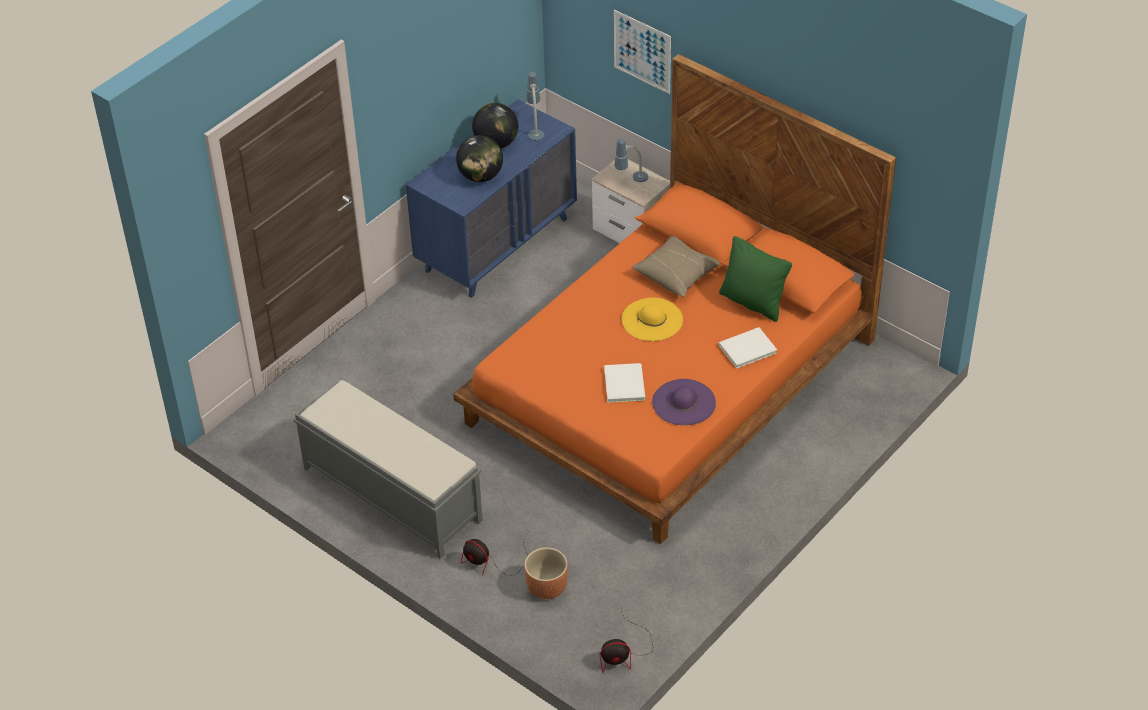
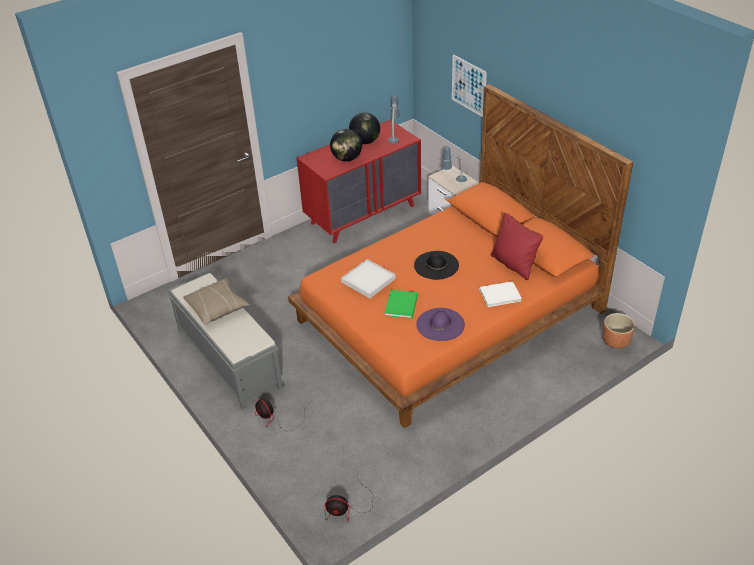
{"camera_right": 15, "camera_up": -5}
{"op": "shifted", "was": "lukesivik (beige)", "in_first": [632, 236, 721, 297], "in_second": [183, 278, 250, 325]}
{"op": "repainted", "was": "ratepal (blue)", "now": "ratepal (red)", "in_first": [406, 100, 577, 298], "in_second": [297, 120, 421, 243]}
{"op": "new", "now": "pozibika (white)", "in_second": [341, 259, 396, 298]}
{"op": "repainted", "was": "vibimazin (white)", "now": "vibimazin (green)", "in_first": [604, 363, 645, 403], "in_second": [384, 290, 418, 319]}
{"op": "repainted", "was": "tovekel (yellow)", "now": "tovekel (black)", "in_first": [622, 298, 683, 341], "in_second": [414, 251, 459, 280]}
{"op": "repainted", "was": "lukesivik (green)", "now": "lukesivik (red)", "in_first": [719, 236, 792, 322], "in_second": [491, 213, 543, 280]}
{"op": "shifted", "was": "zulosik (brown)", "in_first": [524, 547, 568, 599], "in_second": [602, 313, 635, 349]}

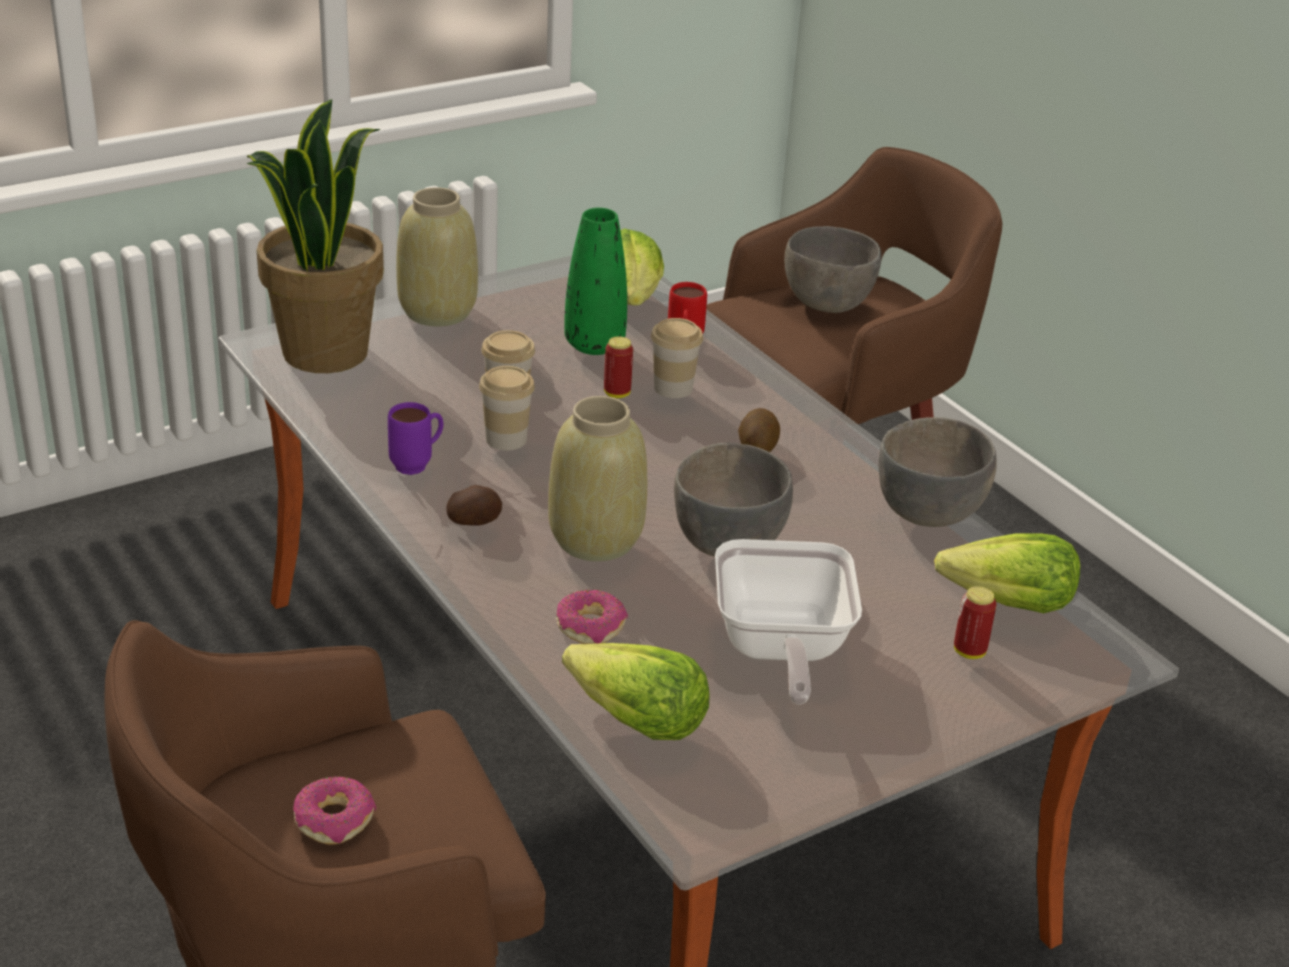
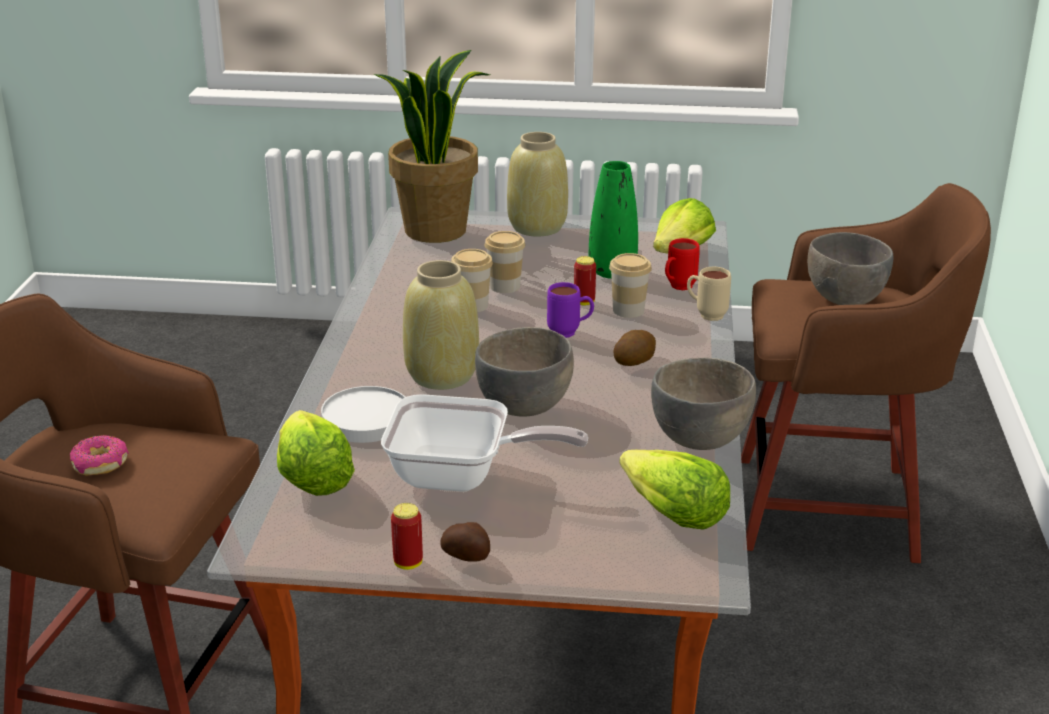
{"camera_right": 40, "camera_up": -5}
{"op": "swapped", "was": "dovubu", "now": "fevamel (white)", "in_first": [556, 589, 628, 644], "in_second": [321, 386, 405, 443]}
{"op": "rotated", "was": "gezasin", "in_first": [715, 539, 862, 705], "in_second": [381, 394, 588, 492], "clockwise": -120}
{"op": "shifted", "was": "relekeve", "in_first": [954, 586, 996, 659], "in_second": [391, 503, 423, 570]}
{"op": "shifted", "was": "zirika", "in_first": [447, 485, 502, 526], "in_second": [440, 522, 490, 562]}
{"op": "shifted", "was": "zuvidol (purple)", "in_first": [388, 402, 444, 475], "in_second": [547, 282, 594, 338]}
{"op": "new", "now": "zuvidol (beige)", "in_second": [687, 267, 731, 321]}

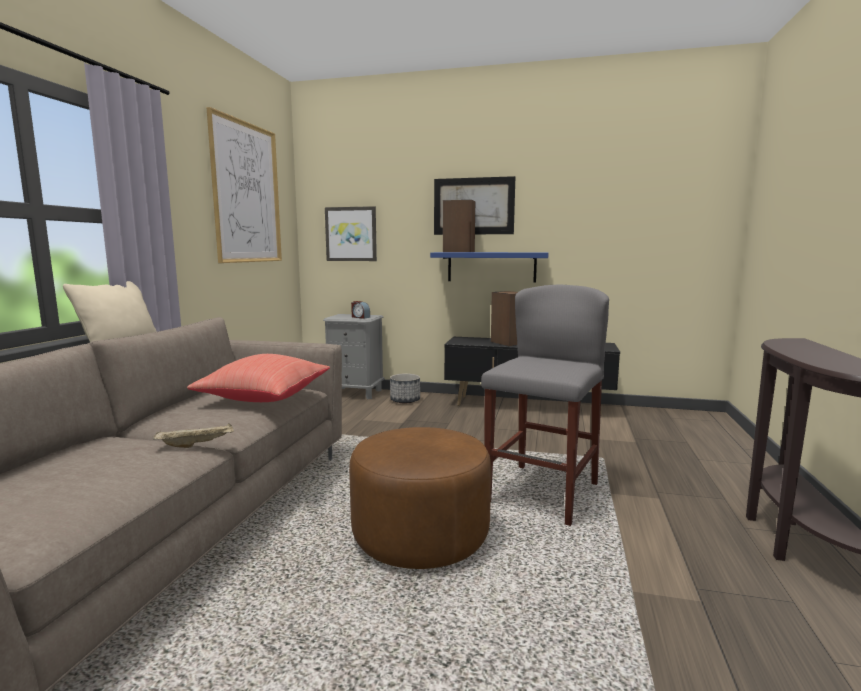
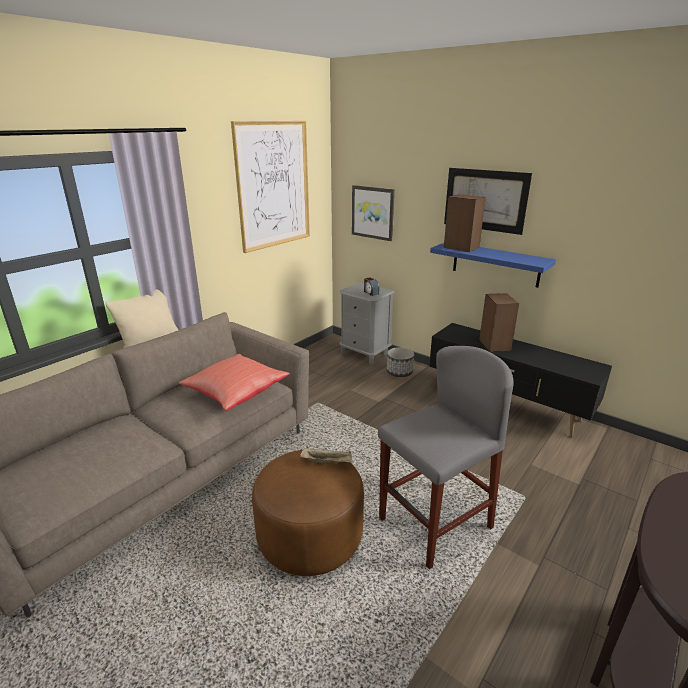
{"camera_right": 25, "camera_up": 15}
{"op": "shifted", "was": "pozibika (beige)", "in_first": [153, 423, 234, 448], "in_second": [300, 448, 352, 465]}

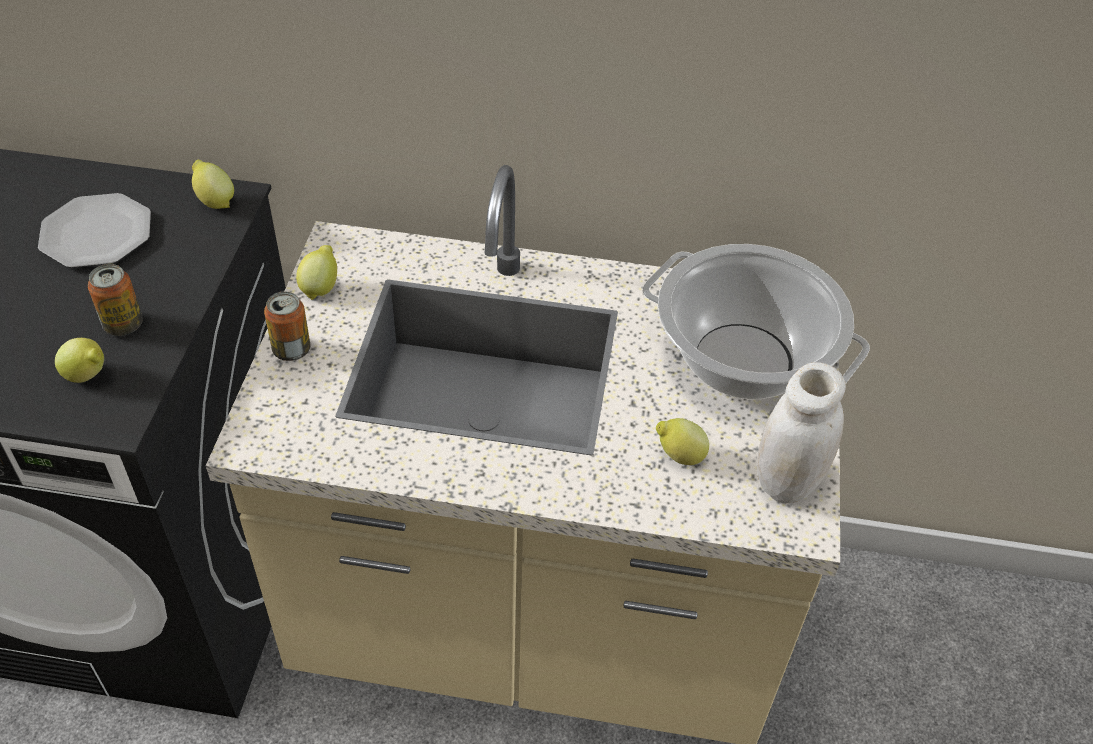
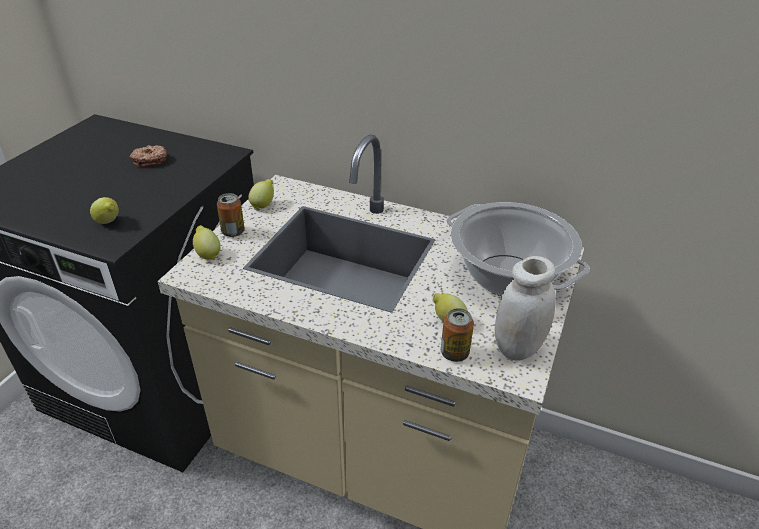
{"camera_right": 15, "camera_up": -10}
{"op": "swapped", "was": "fevamel", "now": "dovubu", "in_first": [38, 193, 151, 268], "in_second": [130, 145, 167, 167]}
{"op": "shifted", "was": "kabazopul", "in_first": [192, 160, 234, 209], "in_second": [193, 225, 221, 260]}
{"op": "shifted", "was": "relekeve", "in_first": [88, 264, 143, 336], "in_second": [441, 308, 474, 362]}

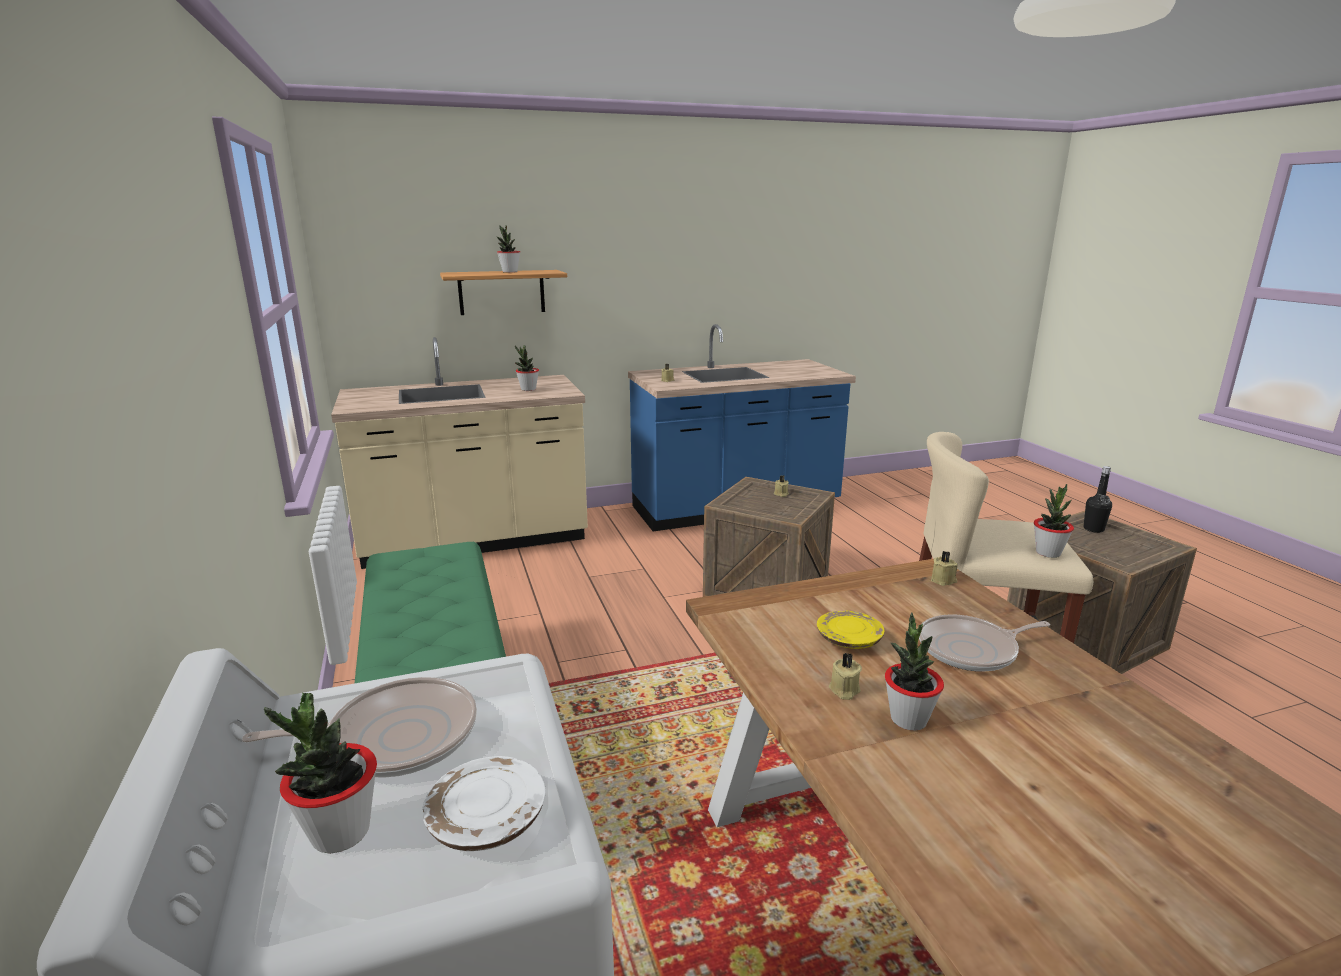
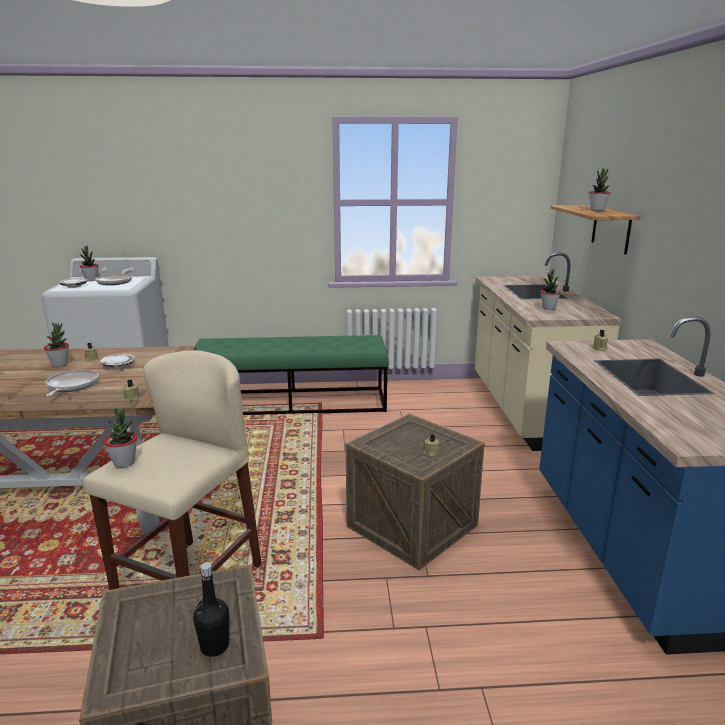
{"camera_right": 105, "camera_up": 0}
{"op": "repainted", "was": "fevamel (yellow)", "now": "fevamel (white)", "in_first": [817, 611, 885, 649], "in_second": [100, 354, 135, 369]}

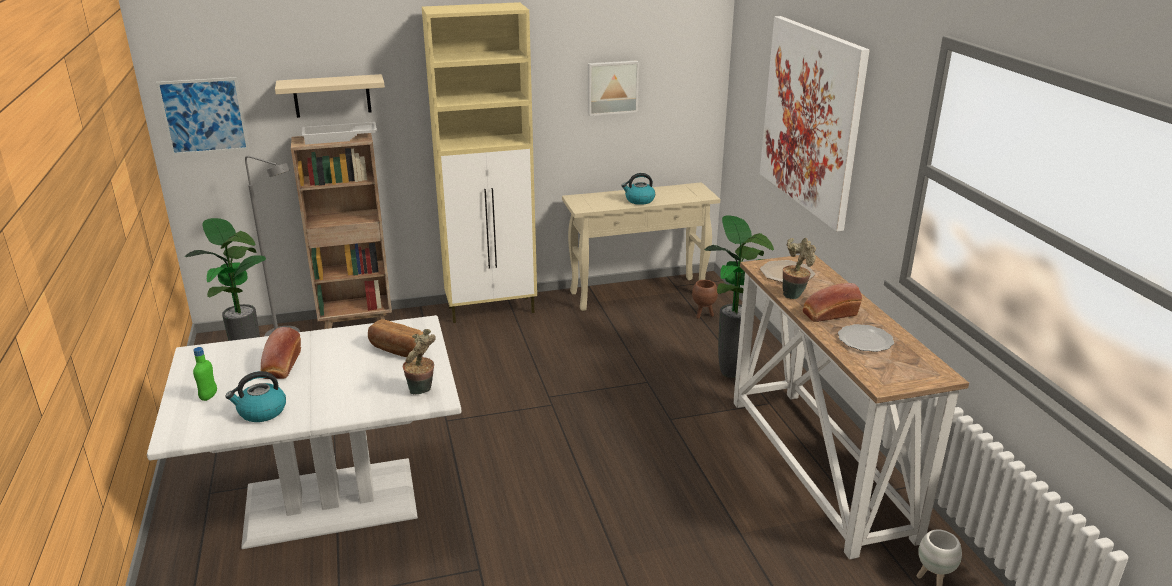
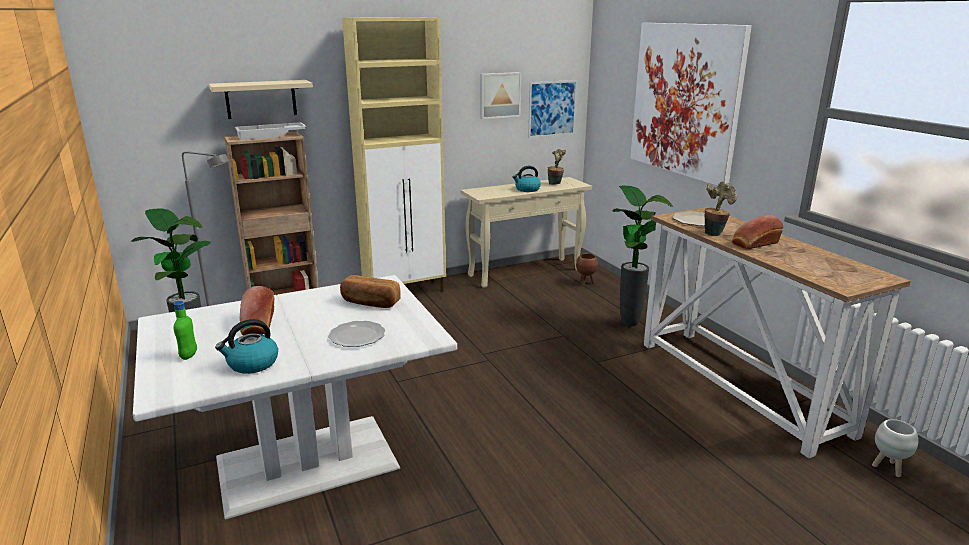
{"camera_right": -10, "camera_up": -5}
{"op": "shifted", "was": "fevamel", "in_first": [838, 324, 894, 352], "in_second": [328, 321, 385, 347]}
{"op": "shifted", "was": "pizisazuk", "in_first": [156, 77, 249, 156], "in_second": [528, 80, 577, 138]}
{"op": "shifted", "was": "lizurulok", "in_first": [403, 329, 436, 394], "in_second": [548, 149, 566, 185]}

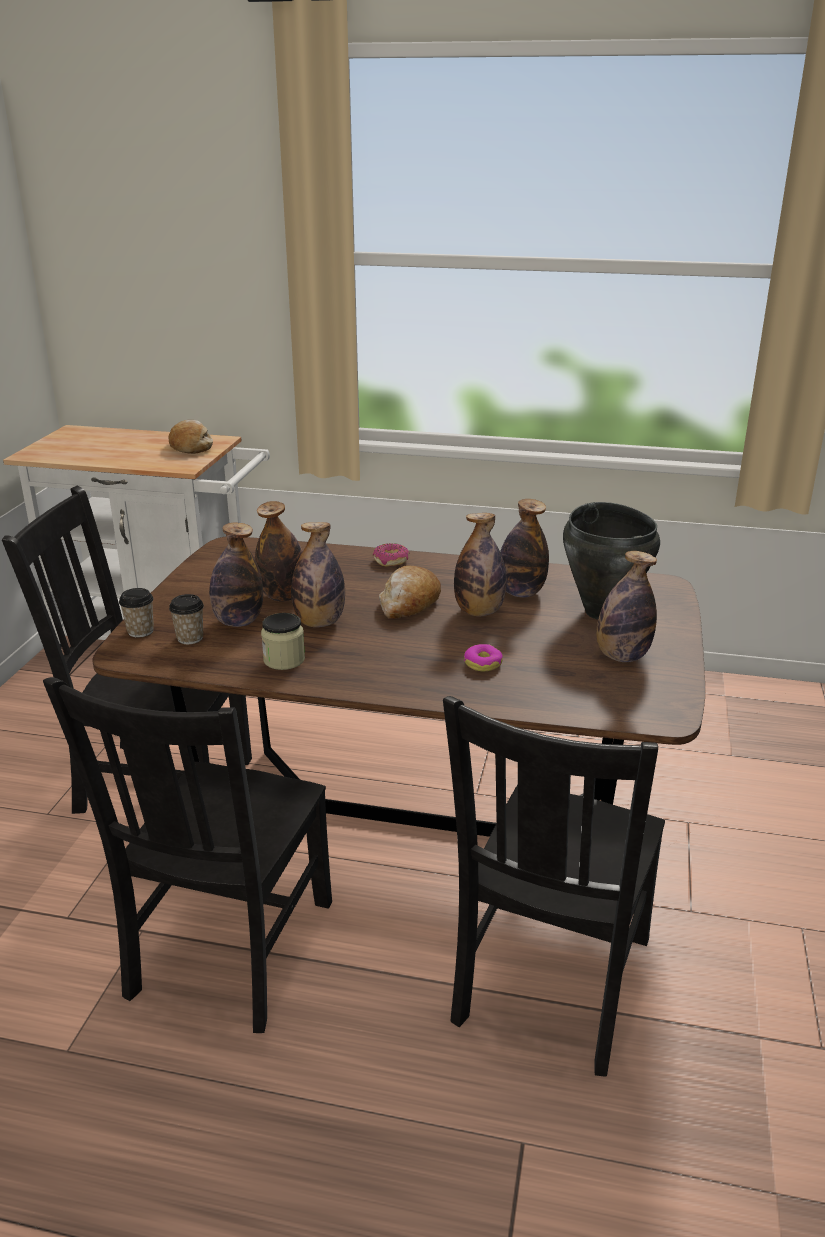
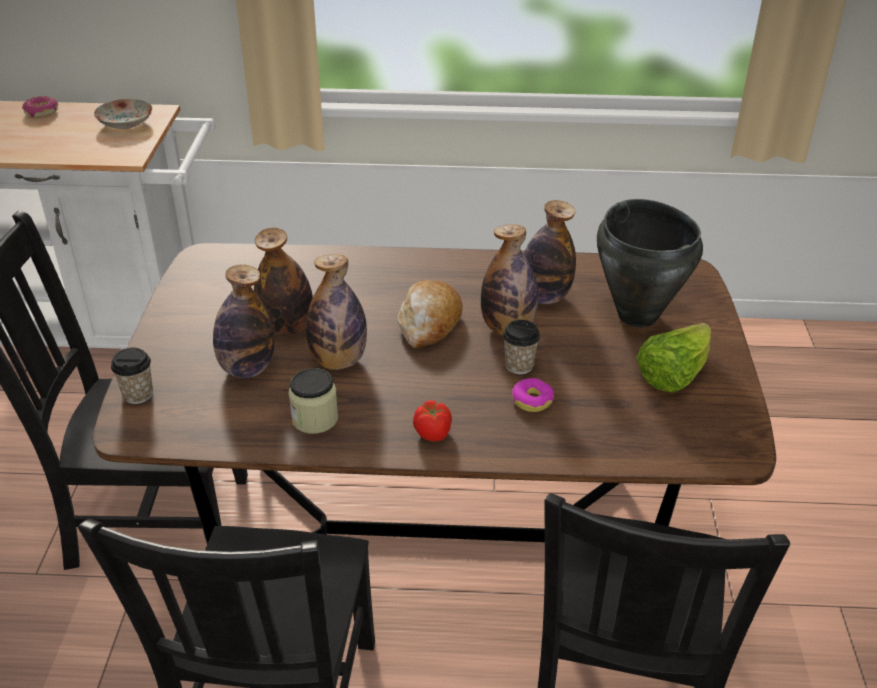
{"camera_right": -10, "camera_up": 10}
{"op": "shifted", "was": "dovubu", "in_first": [373, 543, 409, 567], "in_second": [22, 96, 59, 119]}
{"op": "swapped", "was": "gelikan", "now": "fevamel", "in_first": [169, 420, 213, 454], "in_second": [94, 99, 153, 129]}
{"op": "new", "now": "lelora", "in_second": [413, 400, 452, 441]}
{"op": "shifted", "was": "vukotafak", "in_first": [169, 594, 204, 644], "in_second": [503, 320, 540, 374]}
{"op": "swapped", "was": "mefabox", "now": "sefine", "in_first": [597, 551, 657, 662], "in_second": [637, 323, 711, 393]}

